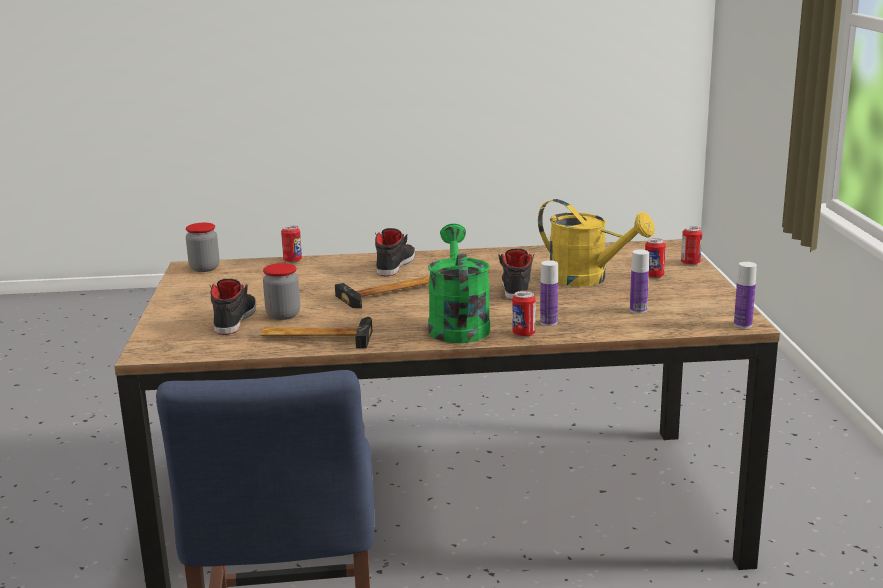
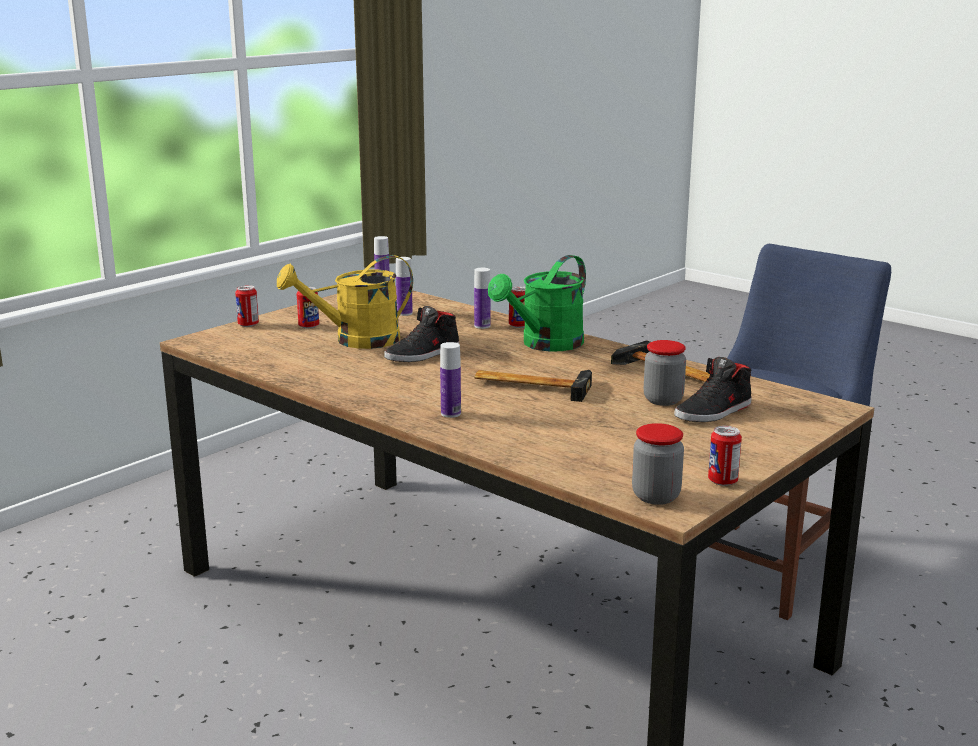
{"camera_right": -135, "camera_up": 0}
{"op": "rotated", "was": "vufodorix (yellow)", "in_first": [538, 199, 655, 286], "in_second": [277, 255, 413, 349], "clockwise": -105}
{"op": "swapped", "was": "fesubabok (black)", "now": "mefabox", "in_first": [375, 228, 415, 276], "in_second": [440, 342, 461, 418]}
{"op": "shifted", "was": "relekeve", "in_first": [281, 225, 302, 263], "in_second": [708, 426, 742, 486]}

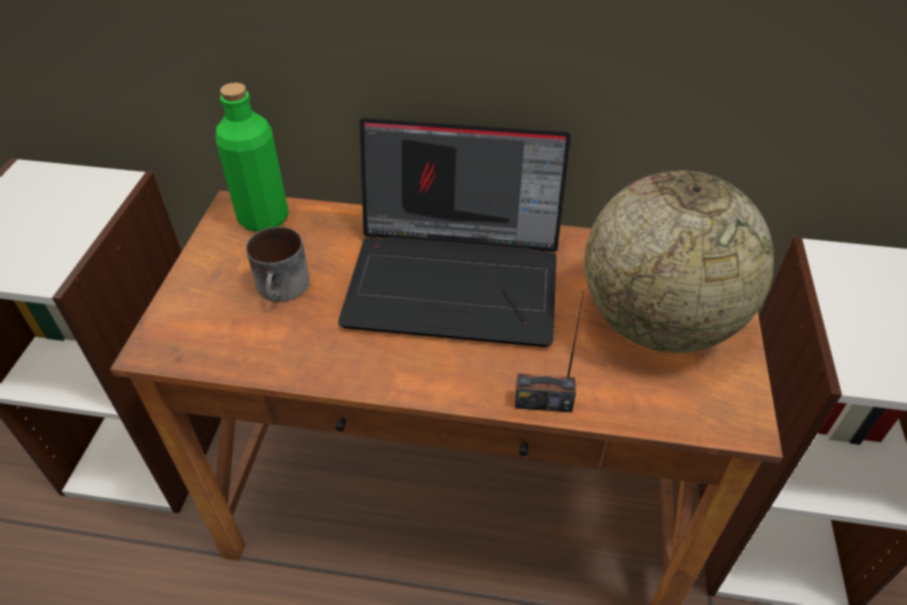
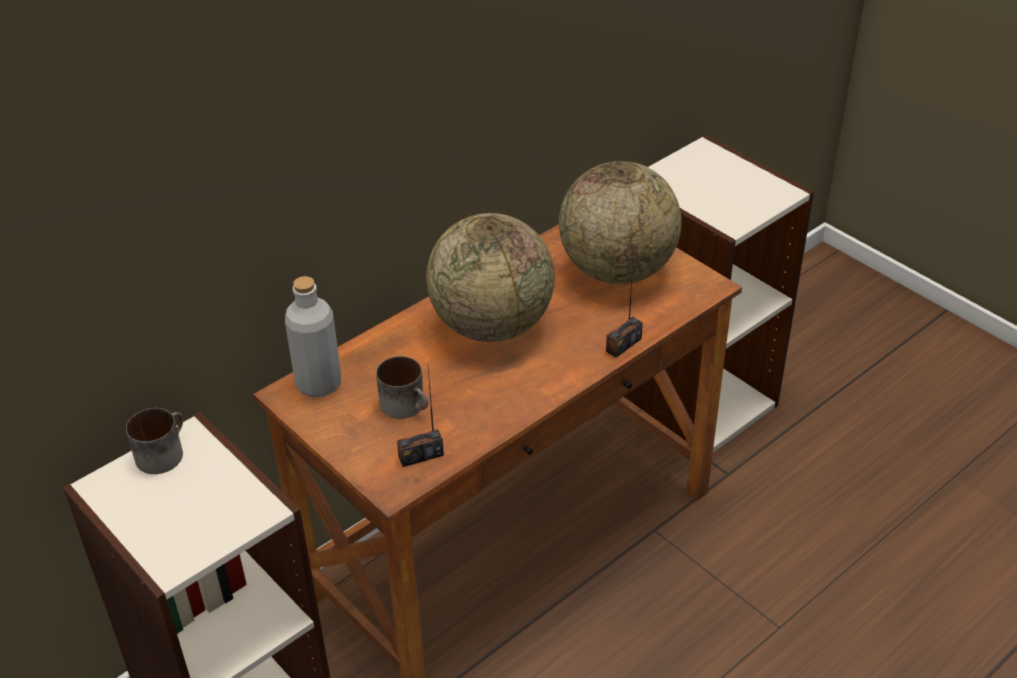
{"camera_right": -50, "camera_up": -5}
{"op": "new", "now": "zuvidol", "in_second": [126, 408, 183, 474]}
{"op": "repainted", "was": "mefabox (green)", "now": "mefabox (grey)", "in_first": [215, 83, 289, 232], "in_second": [285, 276, 341, 397]}
{"op": "new", "now": "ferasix", "in_second": [397, 369, 444, 467]}
{"op": "swapped", "was": "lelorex", "now": "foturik", "in_first": [338, 118, 571, 347], "in_second": [426, 213, 555, 342]}

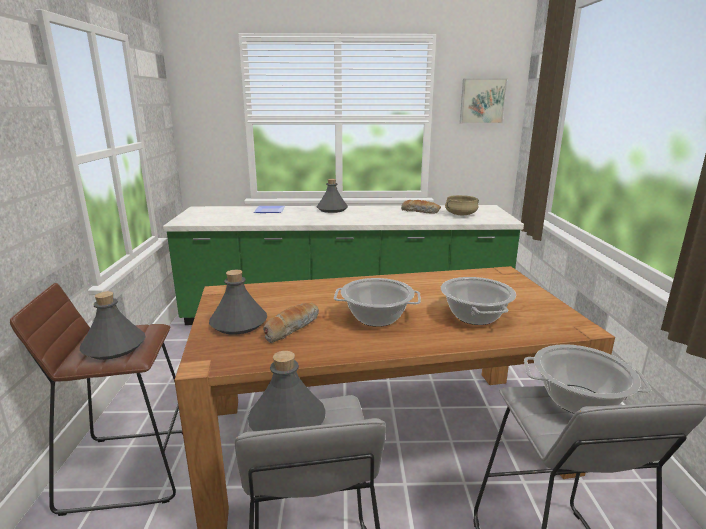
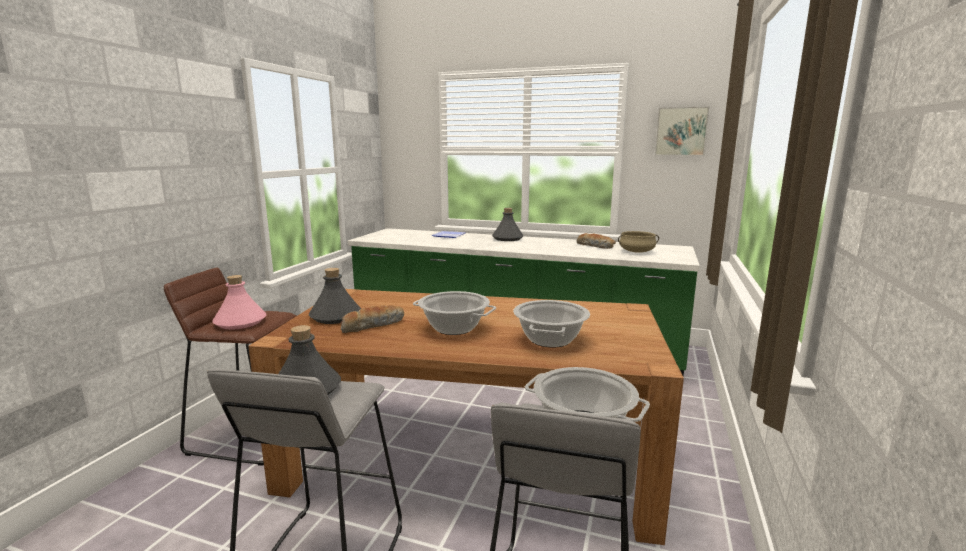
{"camera_right": 20, "camera_up": -5}
{"op": "repainted", "was": "mefabox (grey)", "now": "mefabox (pink)", "in_first": [80, 291, 146, 360], "in_second": [213, 275, 266, 330]}

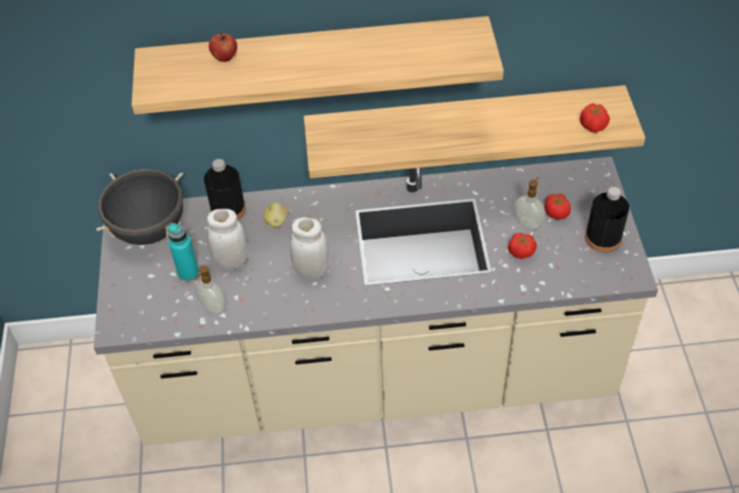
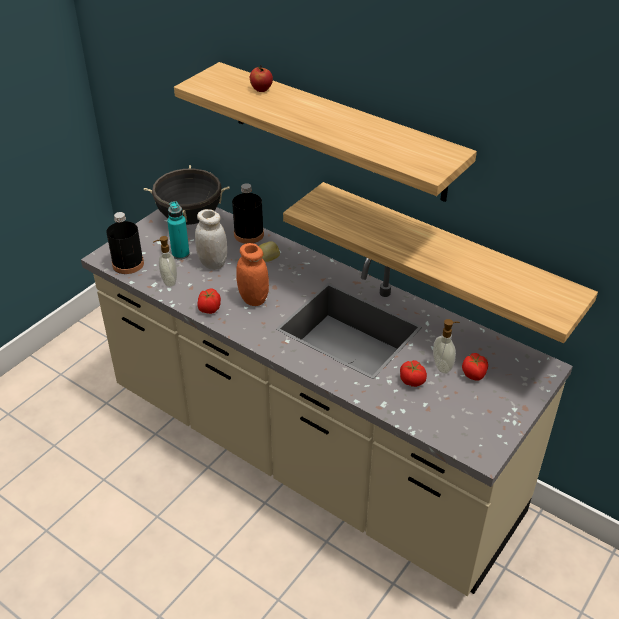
{"camera_right": 40, "camera_up": -10}
{"op": "shifted", "was": "mefabox (black)", "in_first": [585, 187, 629, 252], "in_second": [106, 212, 144, 274]}
{"op": "shifted", "was": "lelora", "in_first": [580, 103, 610, 133], "in_second": [197, 289, 221, 314]}
{"op": "repainted", "was": "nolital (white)", "now": "nolital (orange)", "in_first": [290, 217, 329, 279], "in_second": [236, 243, 269, 306]}

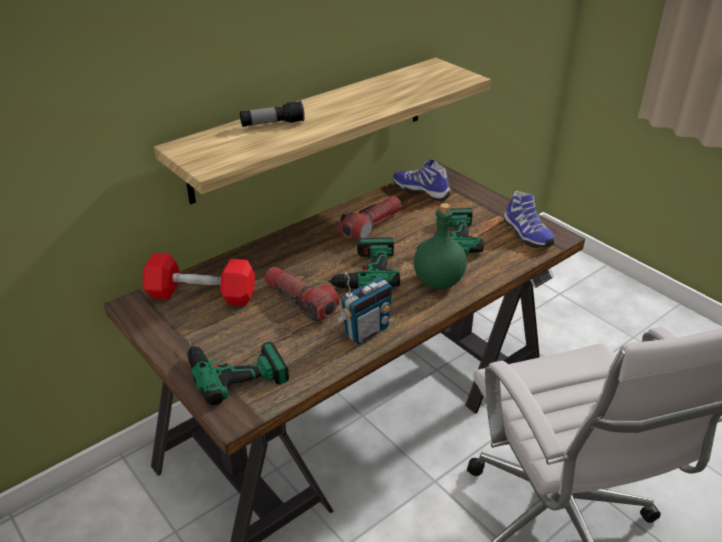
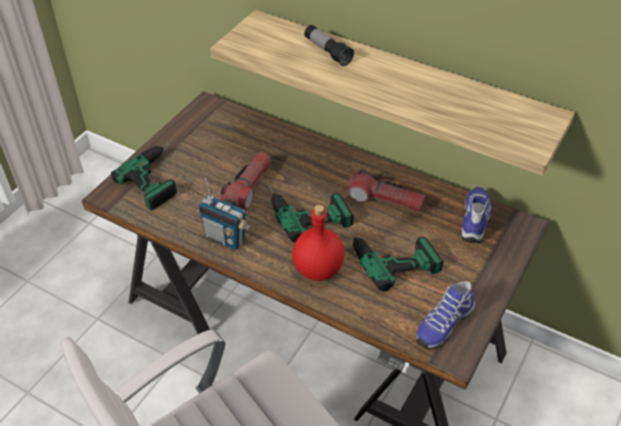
{"camera_right": 70, "camera_up": 10}
{"op": "repainted", "was": "mefabox (green)", "now": "mefabox (red)", "in_first": [414, 203, 467, 289], "in_second": [292, 205, 345, 281]}
{"op": "gone", "was": "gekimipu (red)", "in_first": [143, 253, 255, 306]}

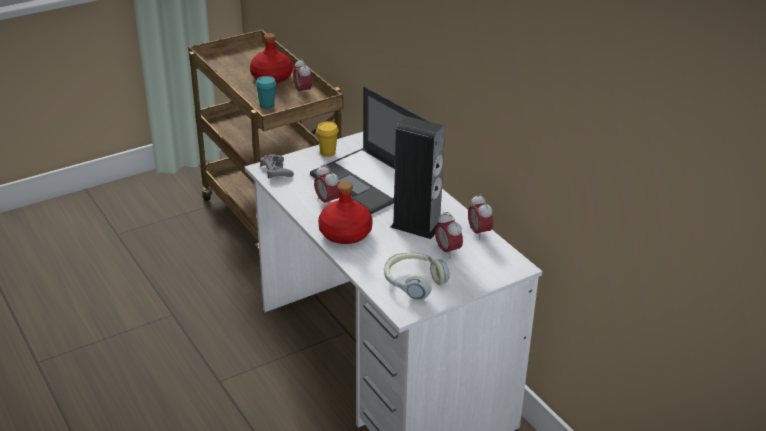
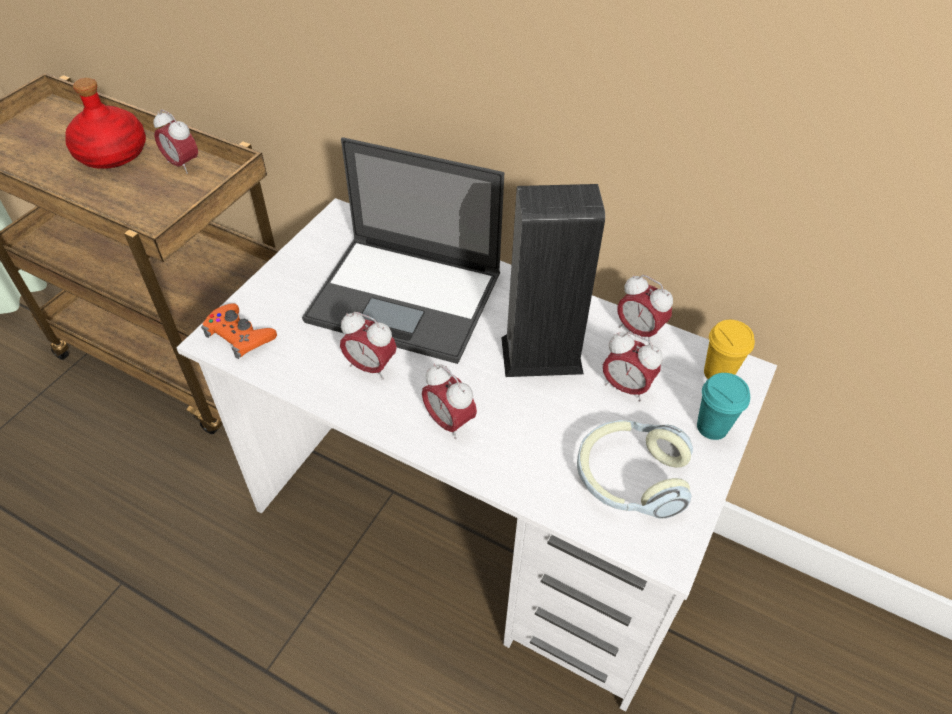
{"camera_right": -30, "camera_up": 15}
{"op": "repainted", "was": "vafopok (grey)", "now": "vafopok (orange)", "in_first": [260, 155, 294, 179], "in_second": [201, 303, 277, 359]}
{"op": "swapped", "was": "mefabox (red)", "now": "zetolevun", "in_first": [318, 181, 373, 244], "in_second": [422, 364, 477, 440]}
{"op": "shifted", "was": "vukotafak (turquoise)", "in_first": [256, 76, 276, 109], "in_second": [697, 373, 750, 440]}
{"op": "shifted", "was": "vukotafak (yellow)", "in_first": [316, 121, 339, 157], "in_second": [704, 320, 755, 379]}

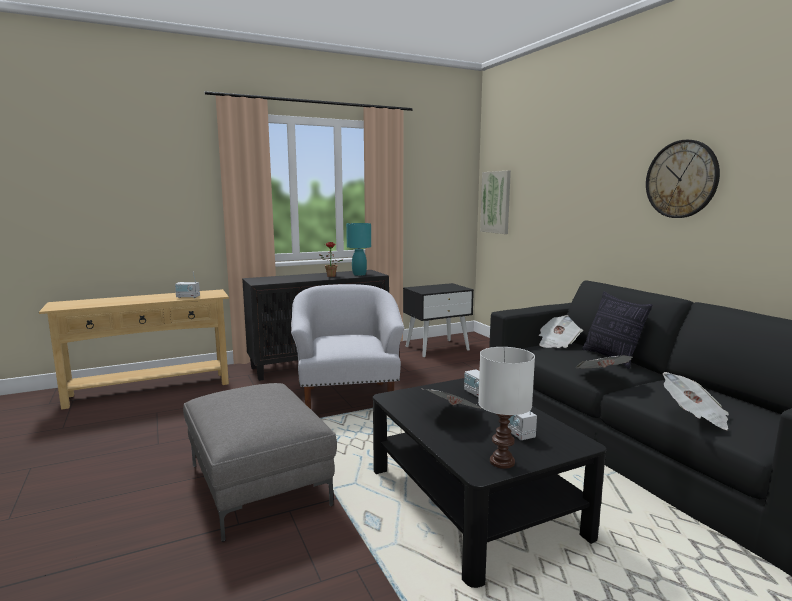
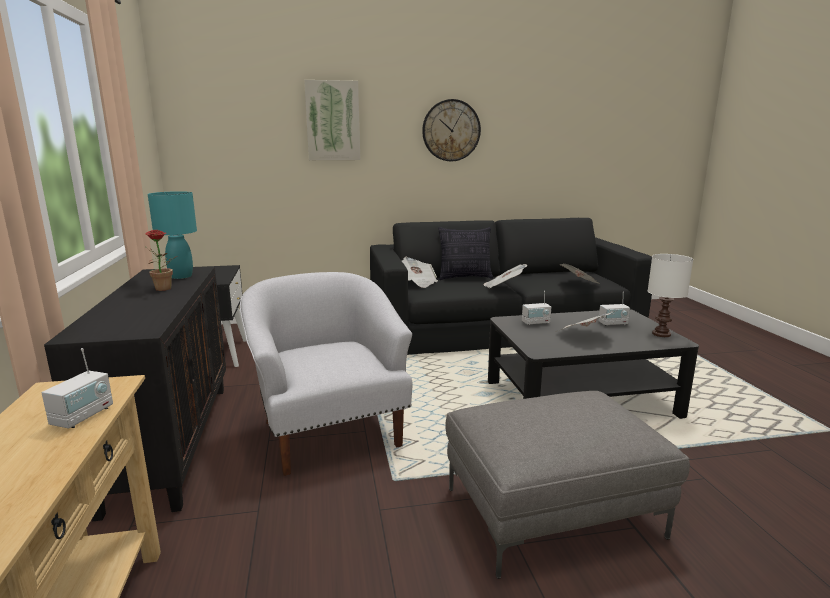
{"camera_right": -75, "camera_up": 5}
{"op": "rotated", "was": "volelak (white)", "in_first": [291, 284, 404, 409], "in_second": [240, 272, 413, 476], "clockwise": 60}
{"op": "shifted", "was": "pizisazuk", "in_first": [480, 171, 511, 234], "in_second": [304, 80, 360, 160]}

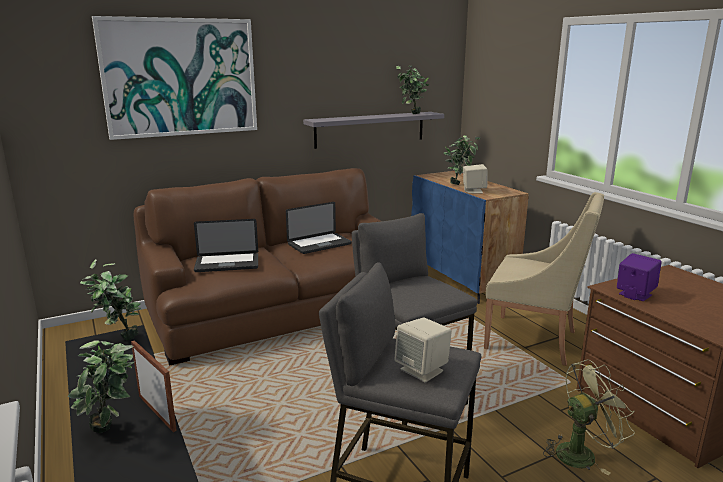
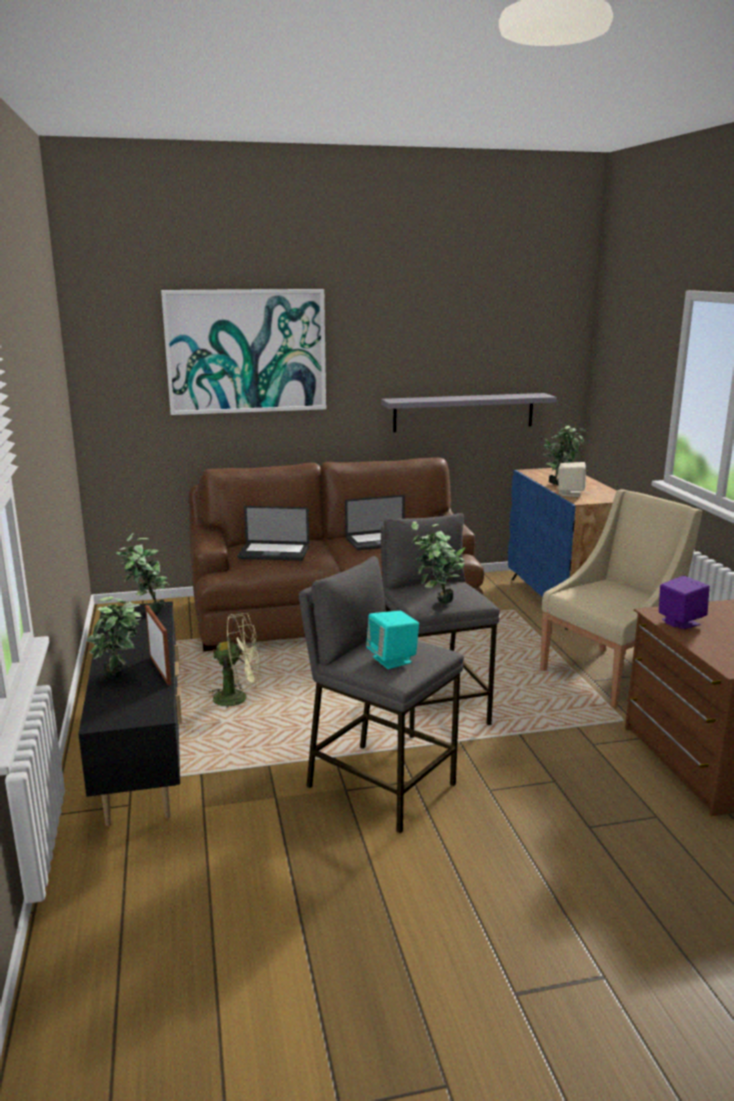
{"camera_right": 15, "camera_up": 0}
{"op": "shifted", "was": "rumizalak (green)", "in_first": [543, 359, 635, 476], "in_second": [209, 613, 261, 708]}
{"op": "repainted", "was": "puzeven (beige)", "now": "puzeven (turquoise)", "in_first": [394, 317, 452, 383], "in_second": [366, 611, 419, 669]}
{"op": "shifted", "was": "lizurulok", "in_first": [396, 66, 430, 114], "in_second": [411, 521, 465, 604]}
{"op": "rotated", "was": "volelak (beige)", "in_first": [484, 192, 604, 366], "in_second": [540, 489, 702, 709], "clockwise": -75}

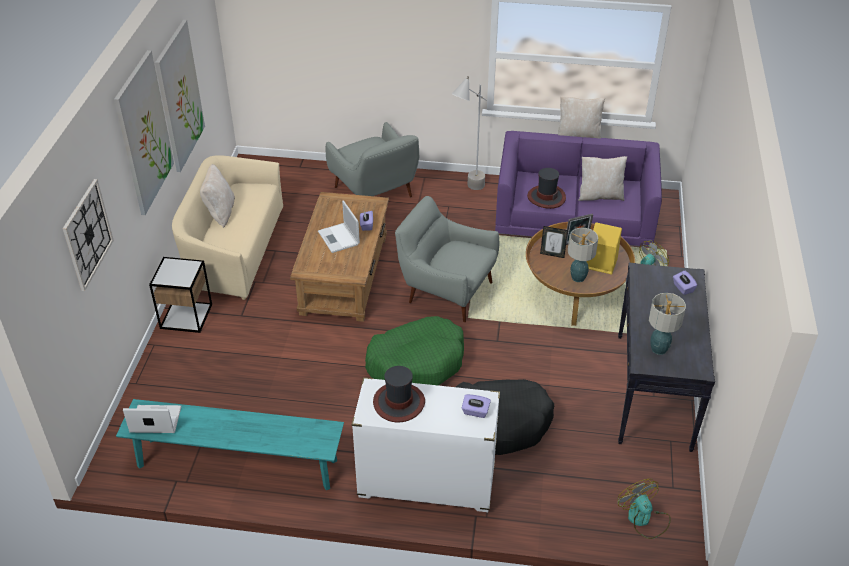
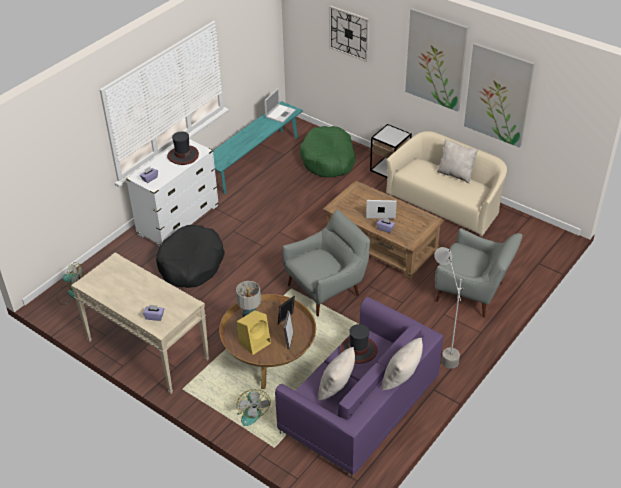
{"camera_right": 120, "camera_up": 0}
{"op": "repainted", "was": "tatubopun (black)", "now": "tatubopun (beige)", "in_first": [618, 263, 715, 452], "in_second": [71, 252, 209, 394]}
{"op": "shifted", "was": "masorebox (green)", "in_first": [365, 316, 464, 385], "in_second": [300, 126, 356, 177]}
{"op": "rotated", "was": "volelak (grey)", "in_first": [326, 122, 419, 197], "in_second": [435, 228, 523, 318], "clockwise": -150}
{"op": "gone", "was": "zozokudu", "in_first": [649, 293, 686, 355]}

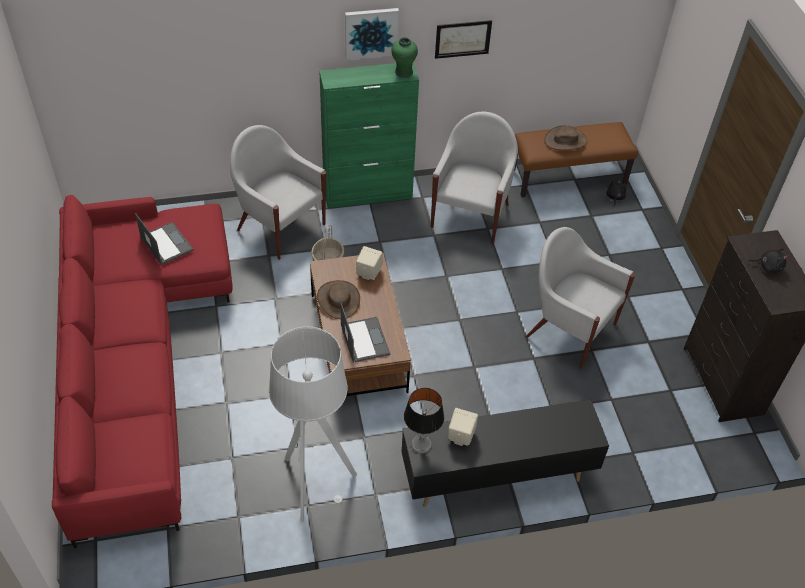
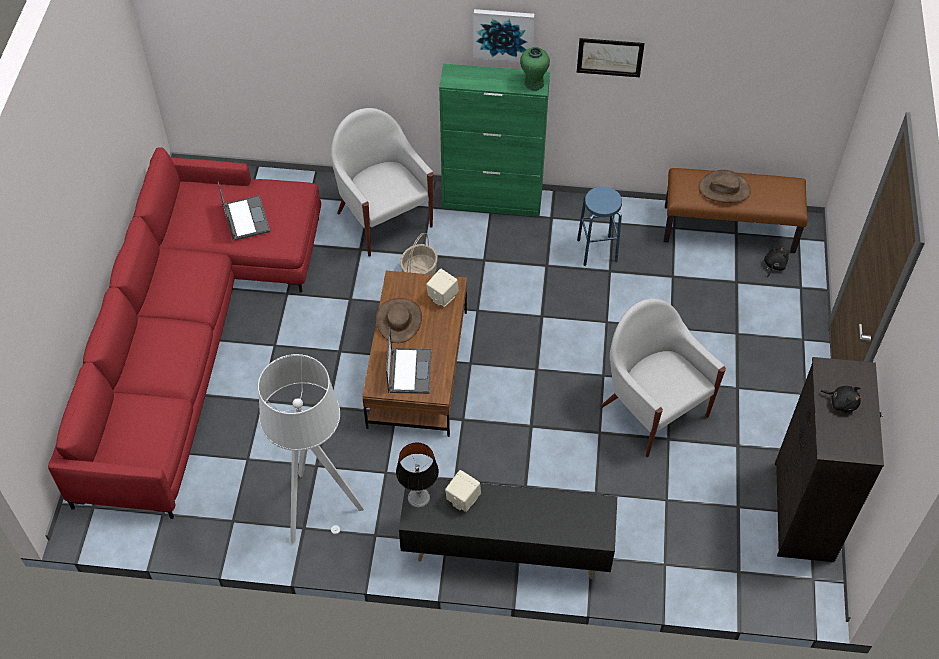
{"camera_right": 20, "camera_up": 5}
{"op": "swapped", "was": "volelak (white)", "now": "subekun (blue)", "in_first": [431, 112, 518, 244], "in_second": [577, 186, 622, 266]}

